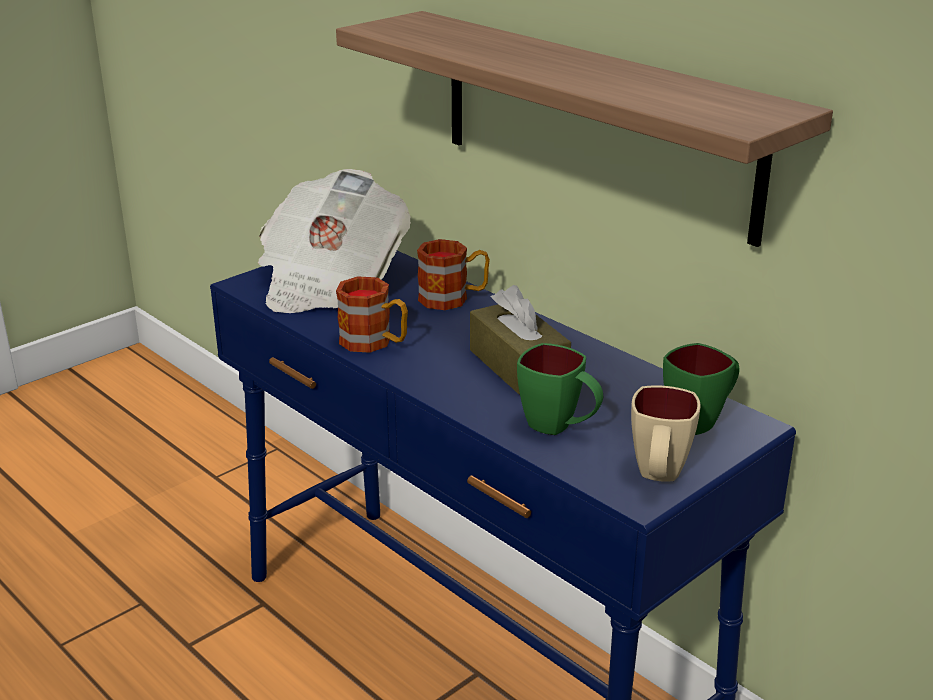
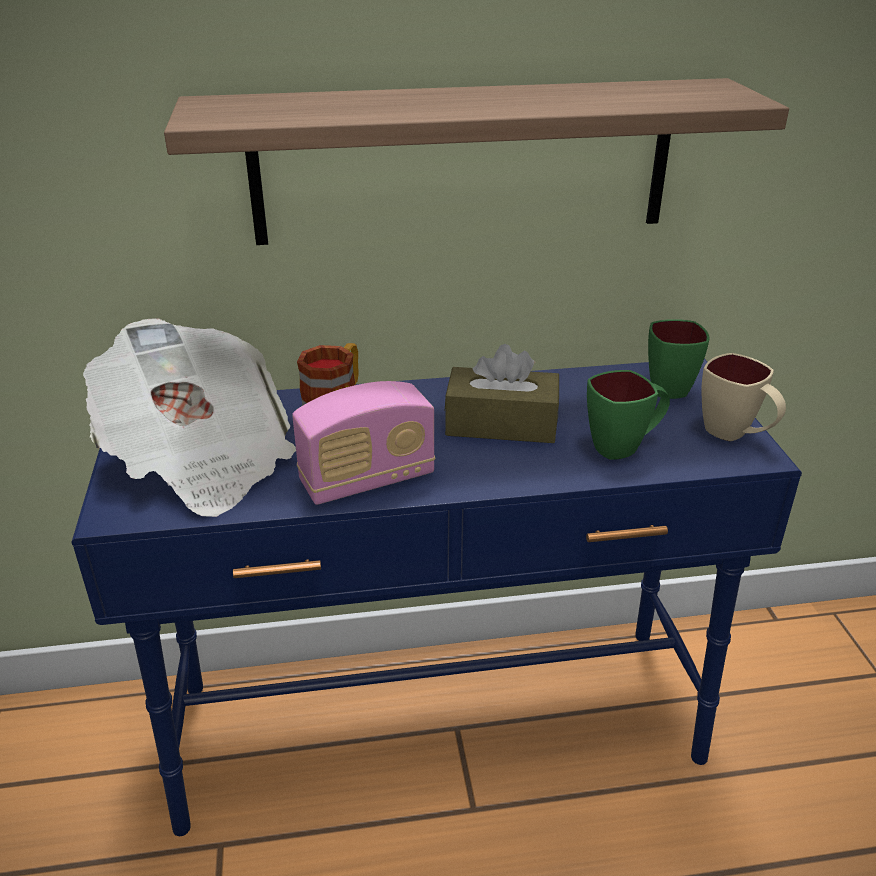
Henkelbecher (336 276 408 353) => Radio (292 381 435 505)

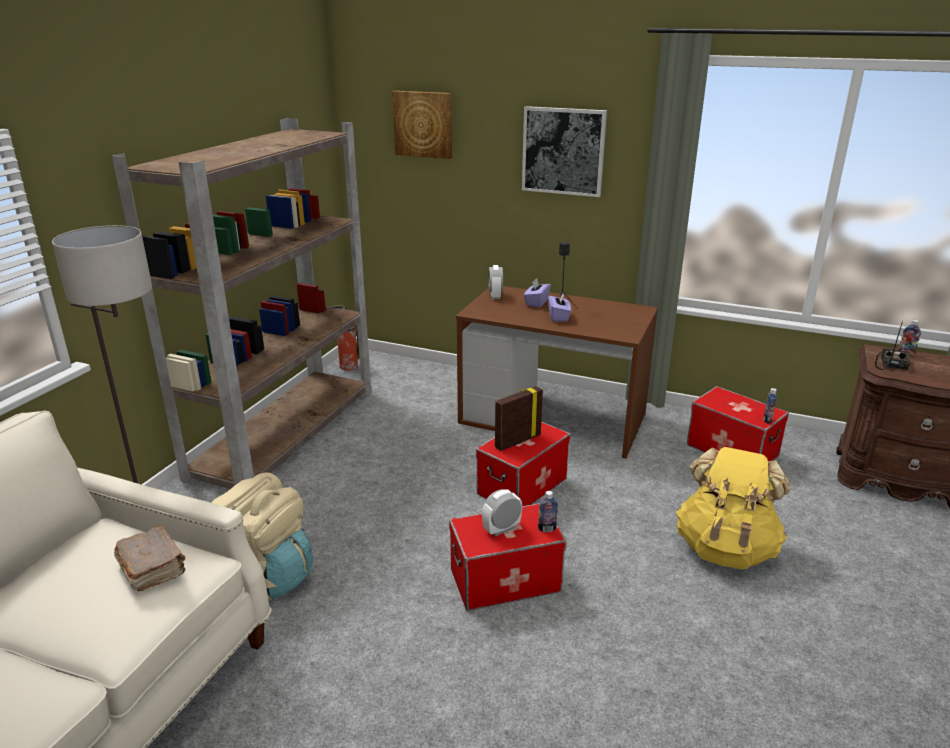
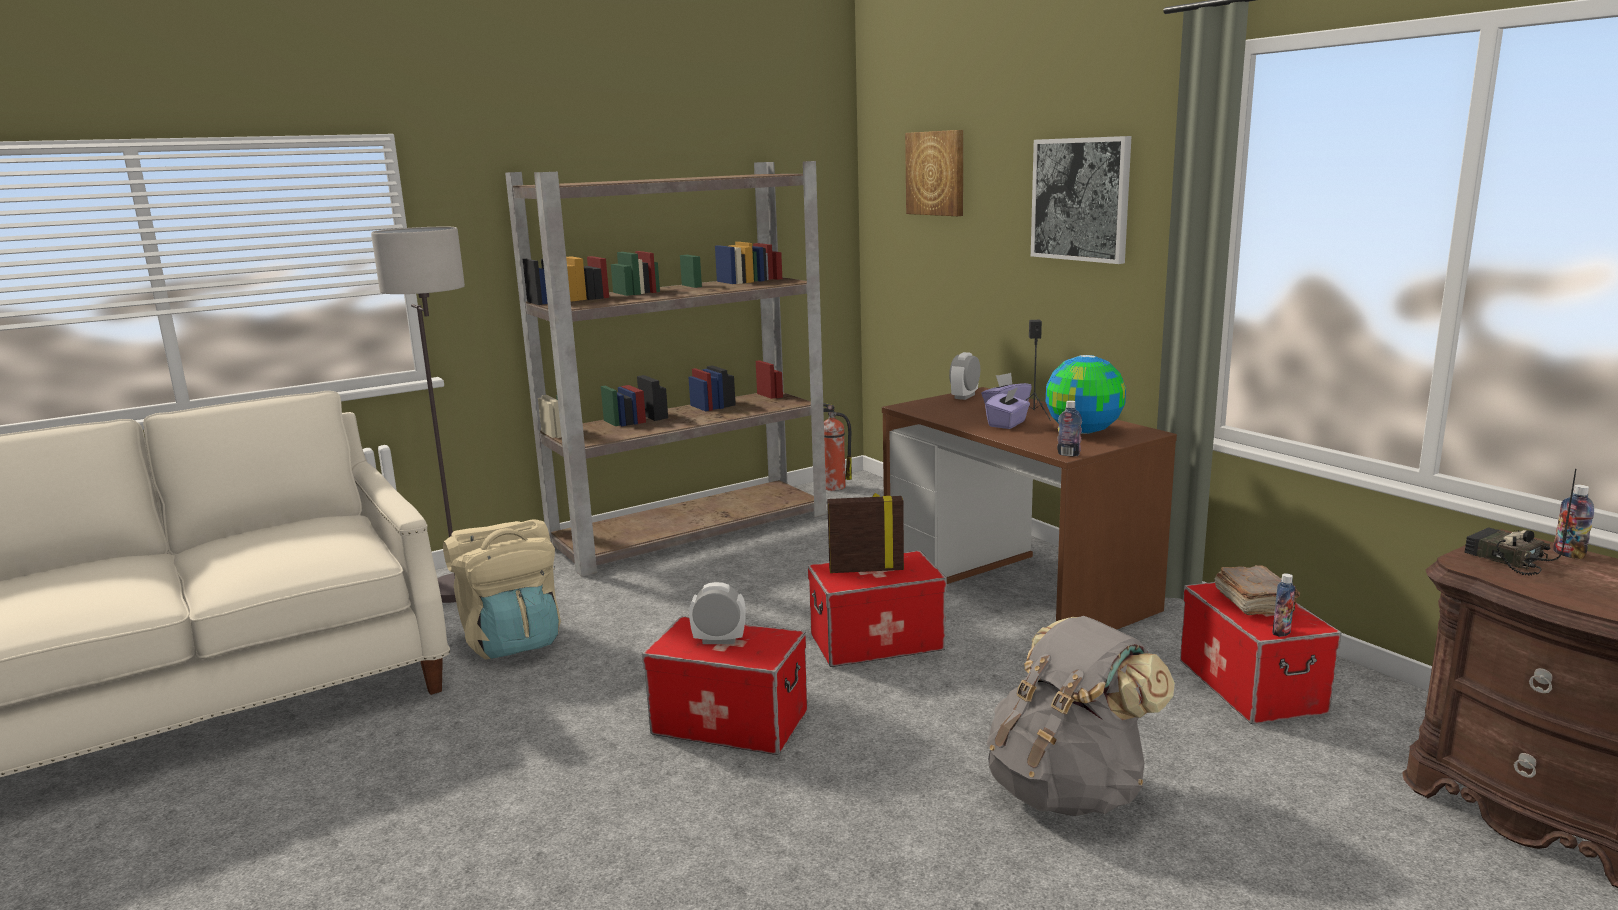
nothing => Globus (1046 355 1126 434)
Buch [braun] (114 526 186 591) => Buch [braun] (1214 565 1300 615), shifted
Flasche (538 491 558 532) => Flasche (1057 400 1082 456), shifted
Rucksack [gelb] (676 447 790 569) => Rucksack [grau] (987 616 1175 816)
Radio (875 320 911 371) => Radio (1465 469 1576 576), 90 degrees counterclockwise

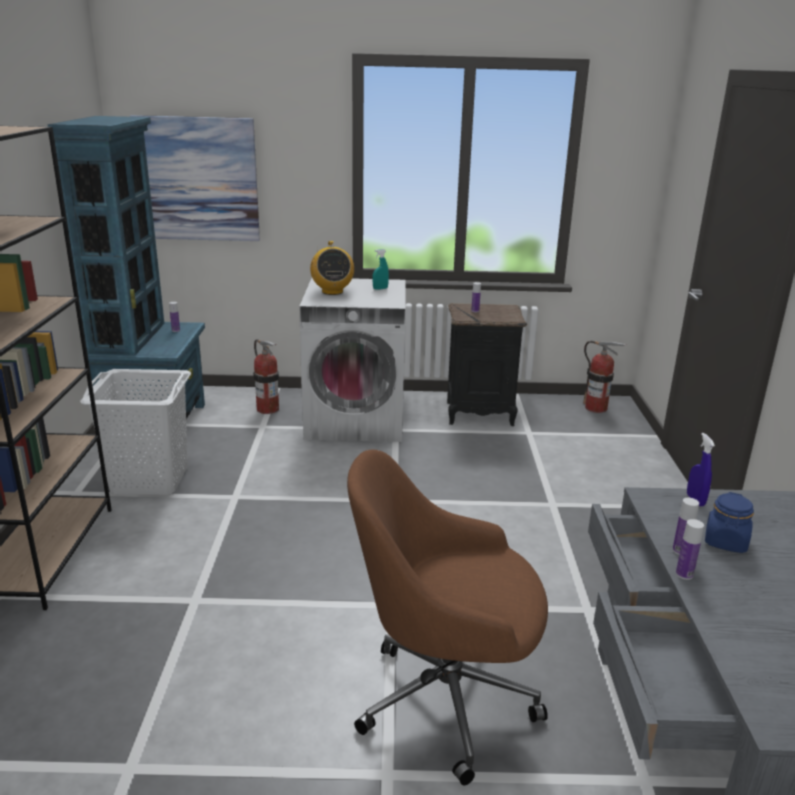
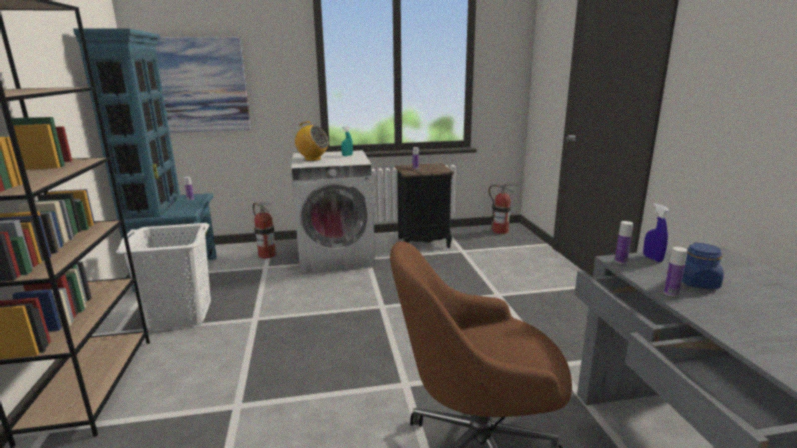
Flasche (676 519 704 580) => Flasche (615 221 633 264), shifted
Radio (310 241 354 295) => Radio (294 121 329 161), 45 degrees counterclockwise

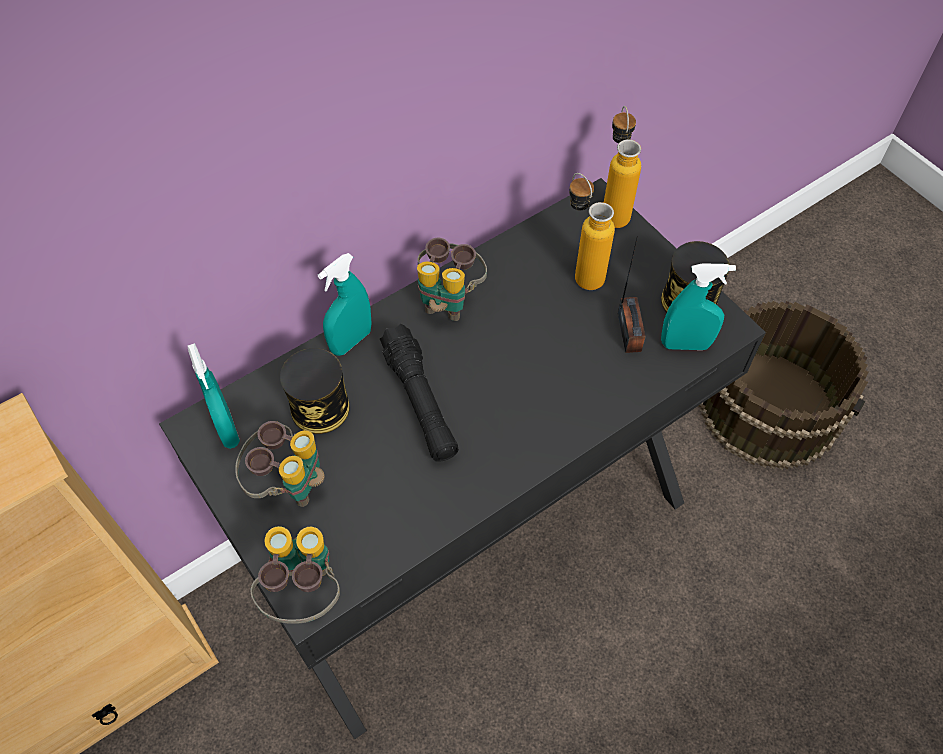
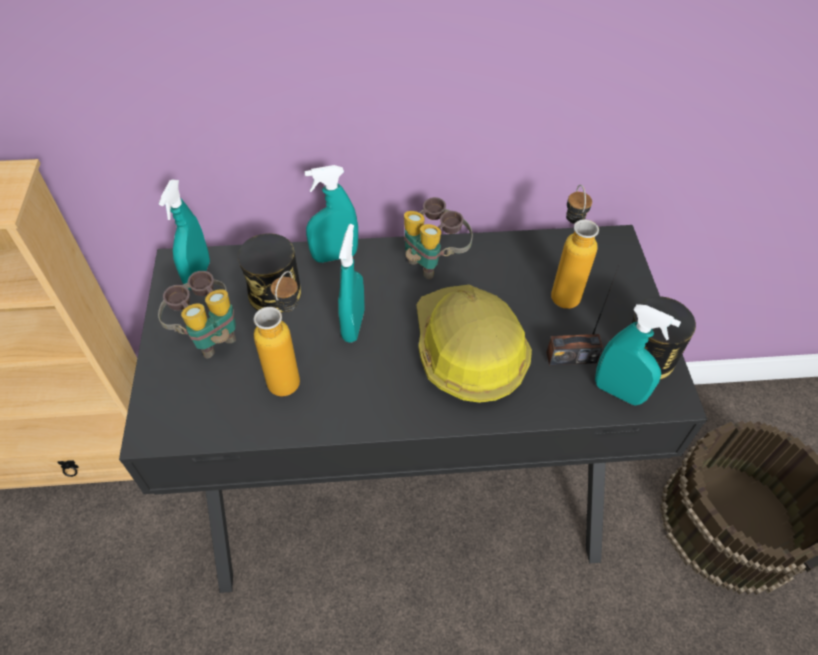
Fernglas (251 526 340 624) => nothing
nothing => Schutzhelm (416 285 532 403)
Flasche (604 106 641 228) => Flasche (254 271 300 396), shifted
Taschenlampe [schwarz] (380 324 459 462) => Sprühflasche [türkis] (338 224 364 343)
Radio (618 235 646 353) => Radio (546 266 619 365), 60 degrees clockwise

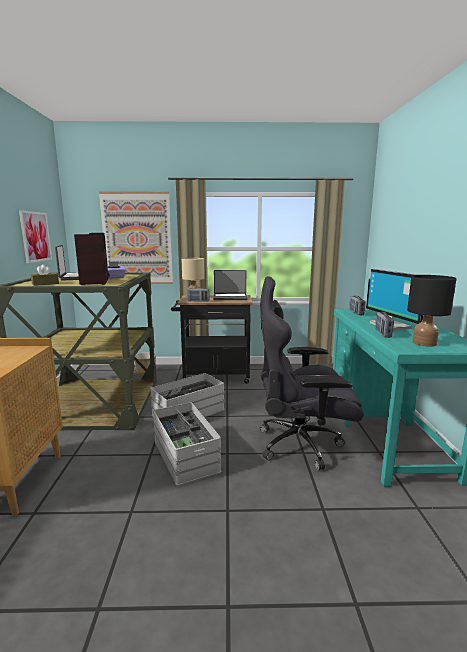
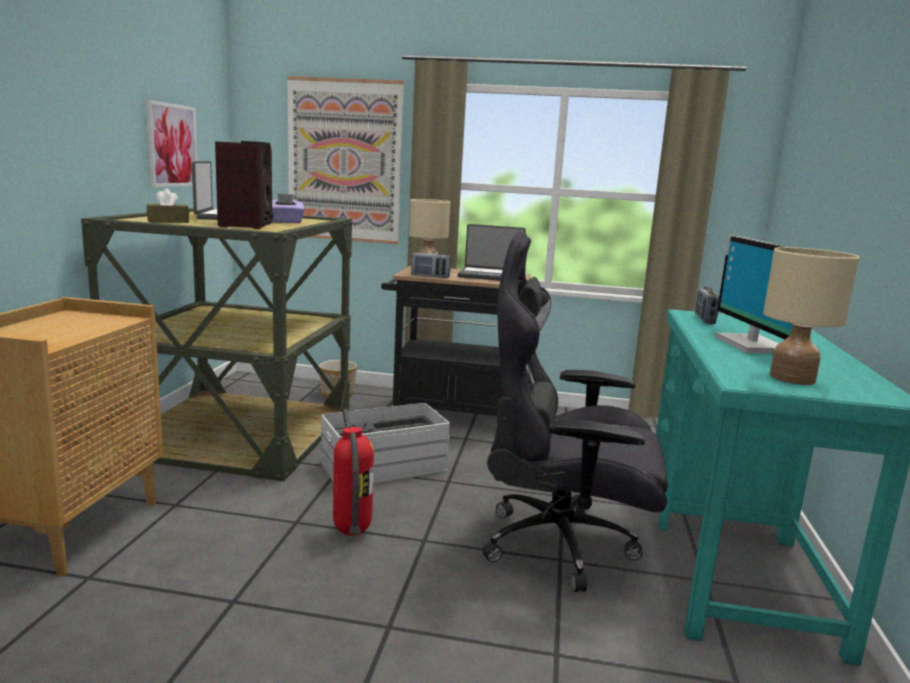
Radio (375 312 394 338) => nothing
Aufbewahrungsbox [grau] (153 402 221 486) => Feuerlöscher (333 409 374 536)
Tischlampe [schwarz] (407 275 457 347) => Tischlampe [beige] (763 247 859 385)

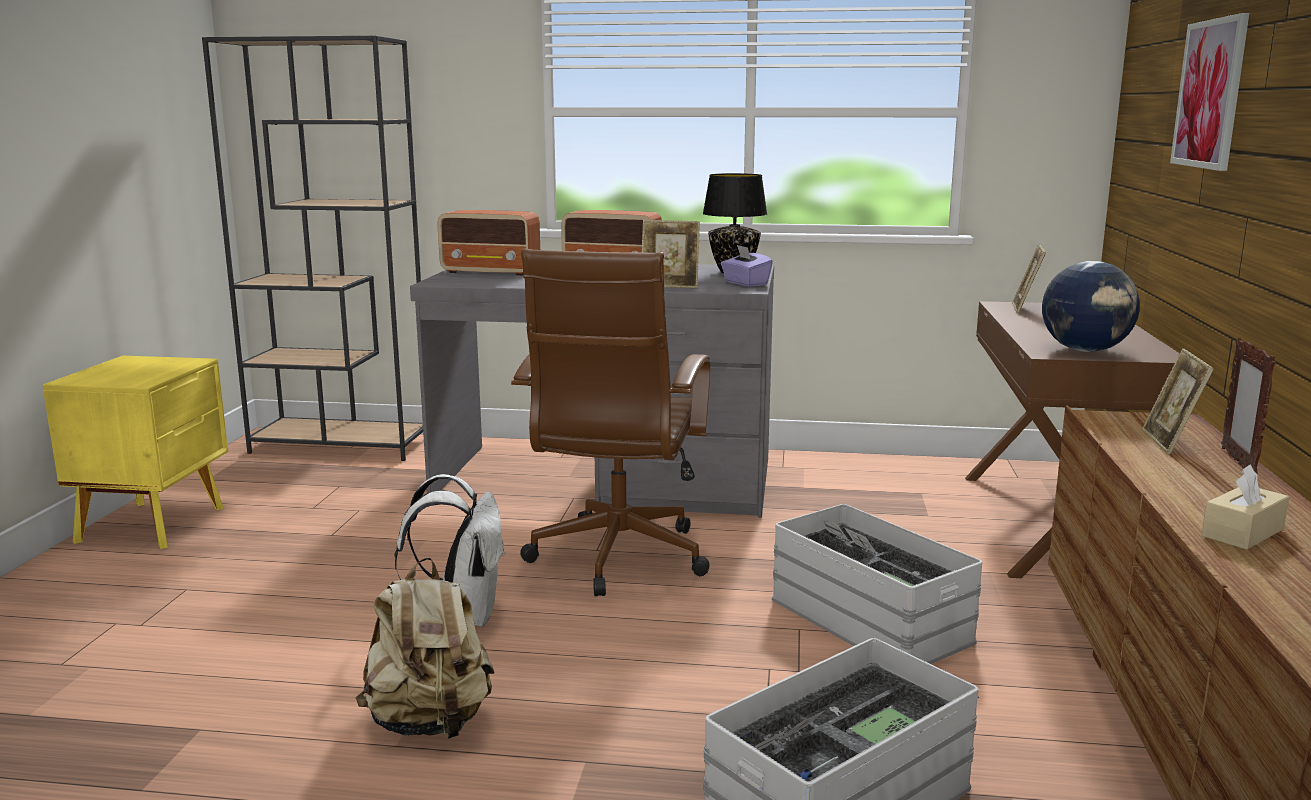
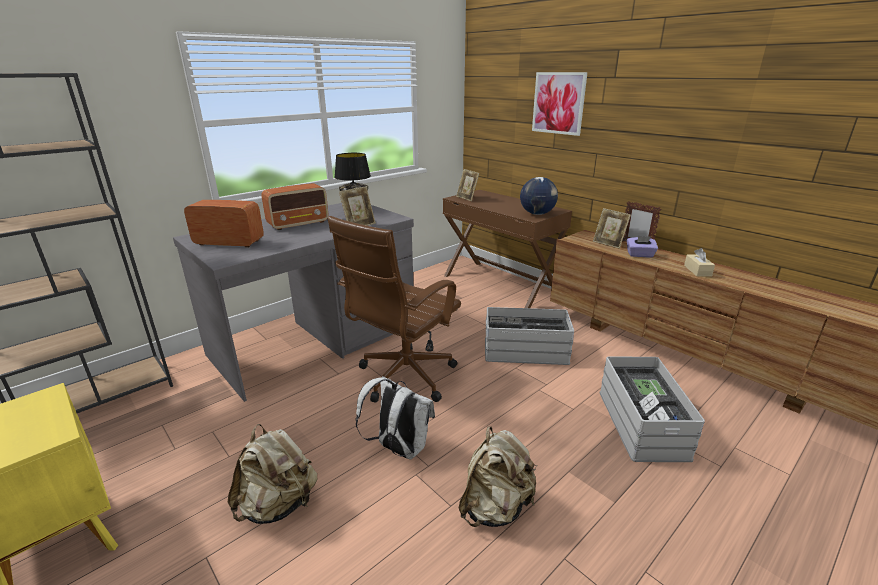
nothing => Rucksack [beige] (228 424 317 524)
Taschentuchbox [lila] (721 245 773 287) => Taschentuchbox [lila] (627 236 658 257), shifted
Radio (437 210 540 276) => Radio (184 200 263 247), 135 degrees counterclockwise
Bürostuhl [braun] (511 249 710 596) => Bürostuhl [braun] (328 216 461 403), 75 degrees clockwise

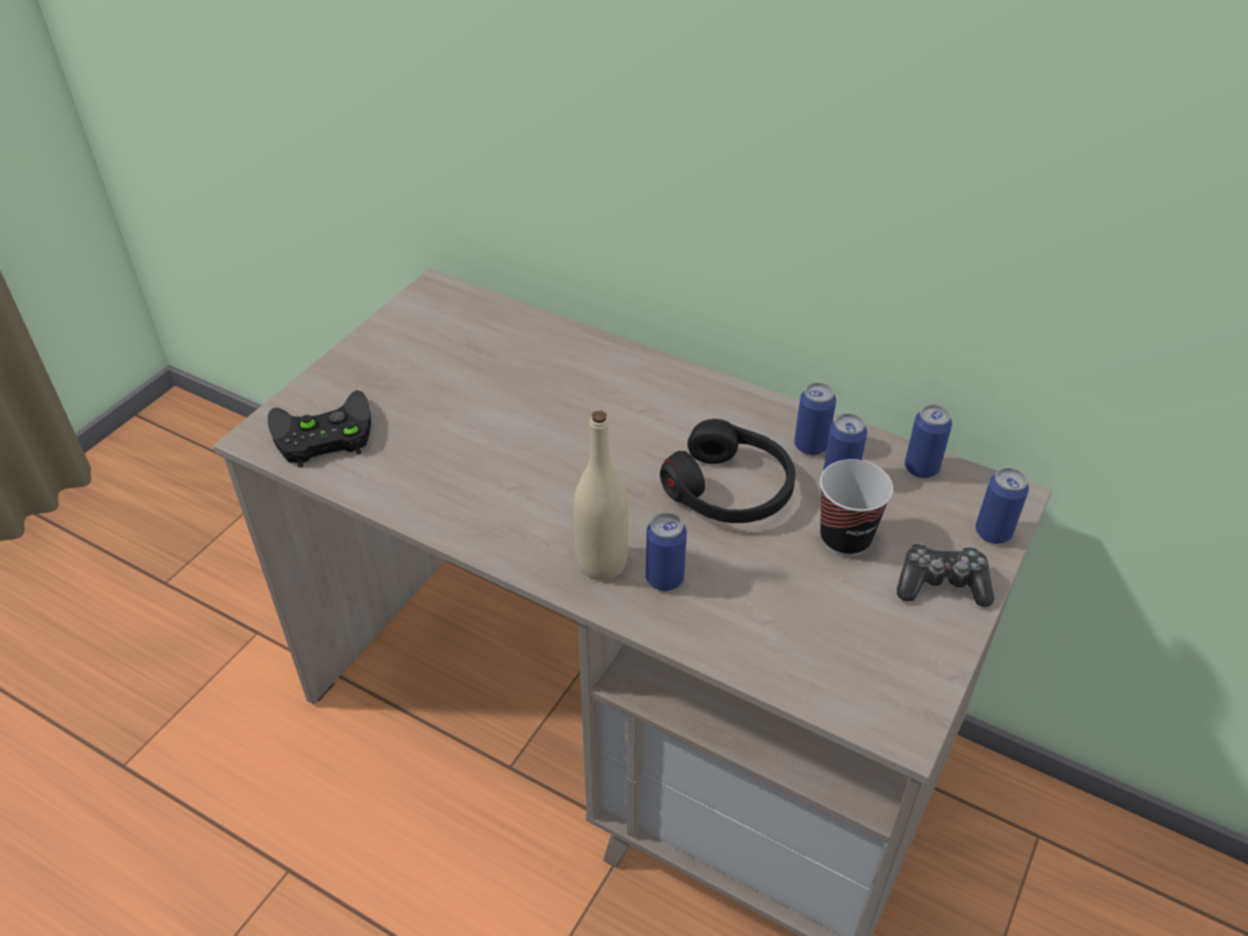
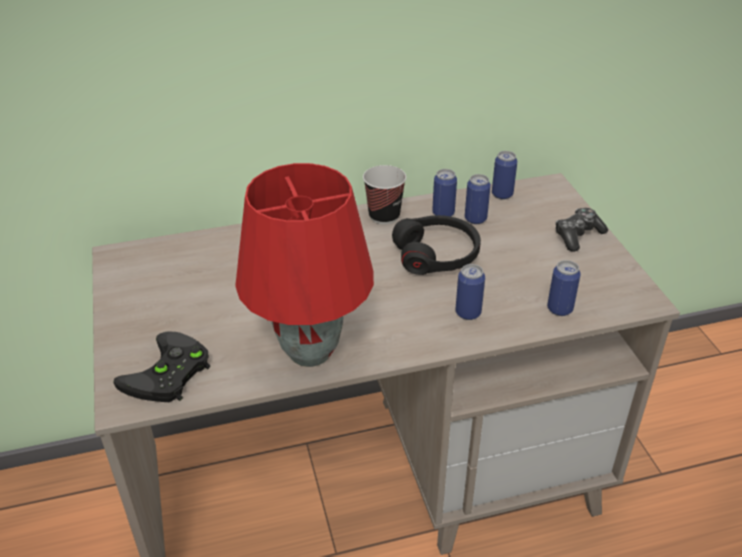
Flasche [beige] (574 411 629 580) => nothing
nothing => Tischlampe [rot] (235 163 374 367)
Tasse (820 459 893 556) => Tasse (363 165 406 225), shifted
Dose (975 467 1029 544) => Dose (547 260 581 316), shifted

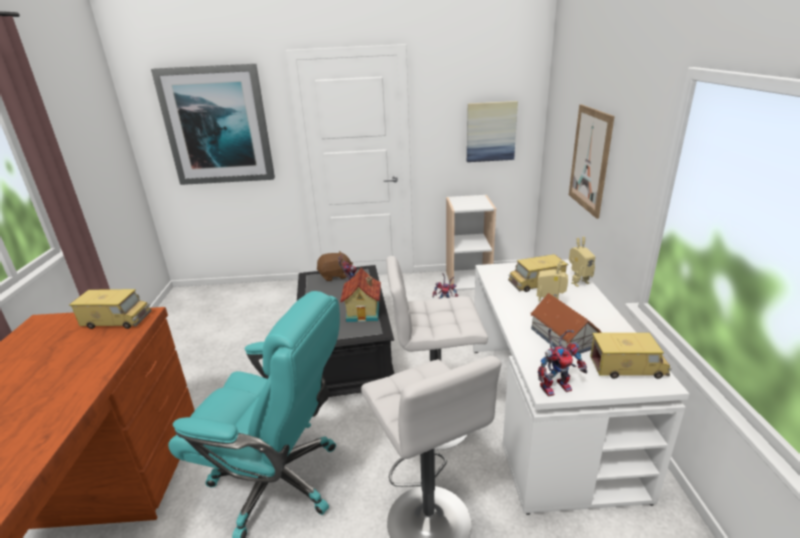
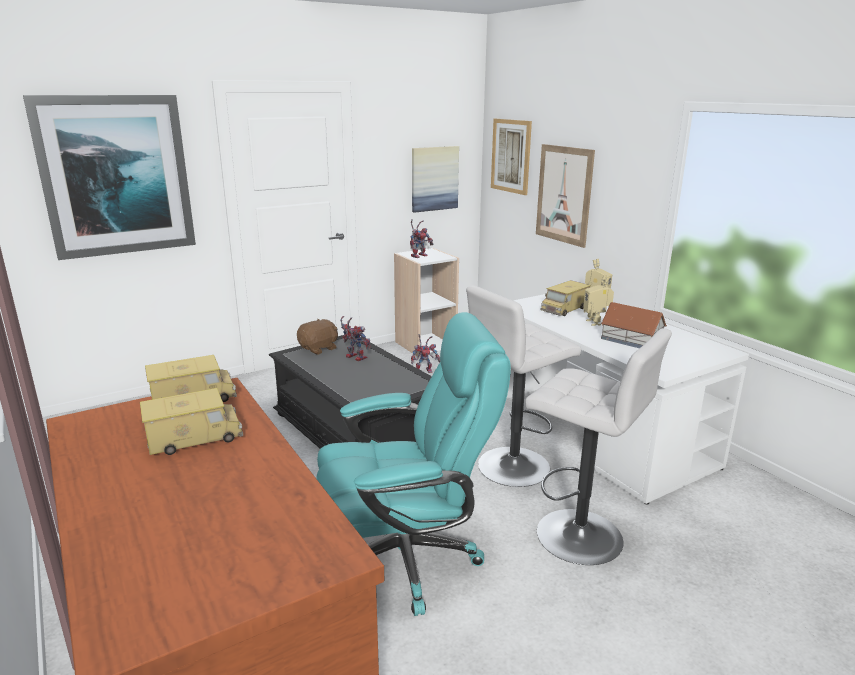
Spielzeughaus (340 268 381 322) => nothing
nothing => Bild (491 119 532 195)
Spielzeugroboter (538 328 587 397) => Spielzeugroboter (410 219 434 258), shifted
Spielzeuglaster (590 333 672 379) => Spielzeuglaster (140 388 243 455), shifted

